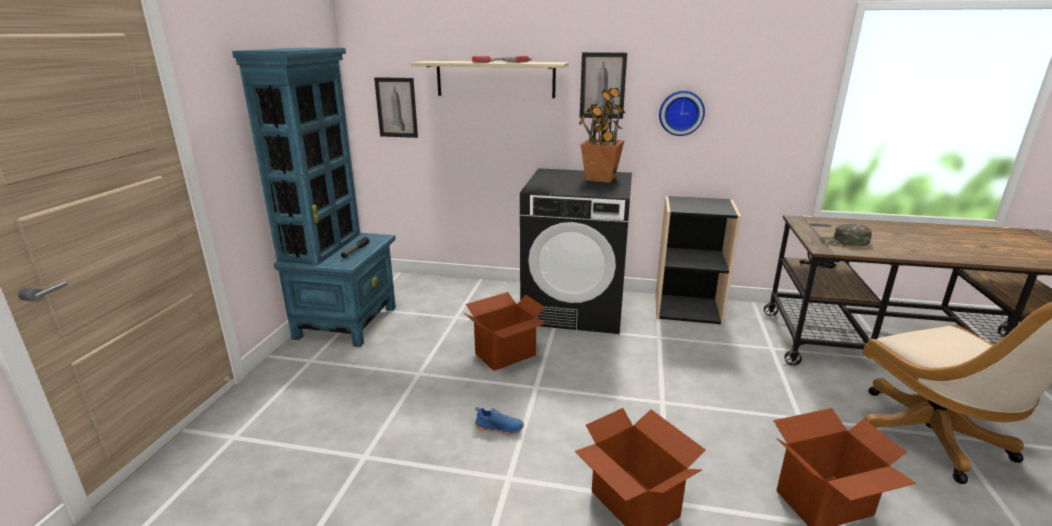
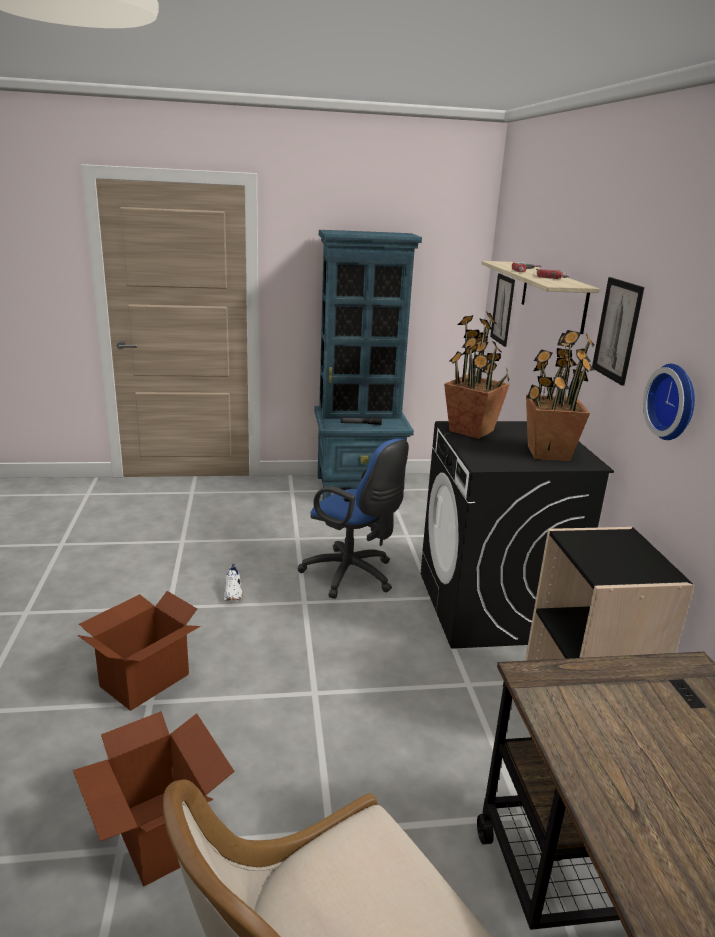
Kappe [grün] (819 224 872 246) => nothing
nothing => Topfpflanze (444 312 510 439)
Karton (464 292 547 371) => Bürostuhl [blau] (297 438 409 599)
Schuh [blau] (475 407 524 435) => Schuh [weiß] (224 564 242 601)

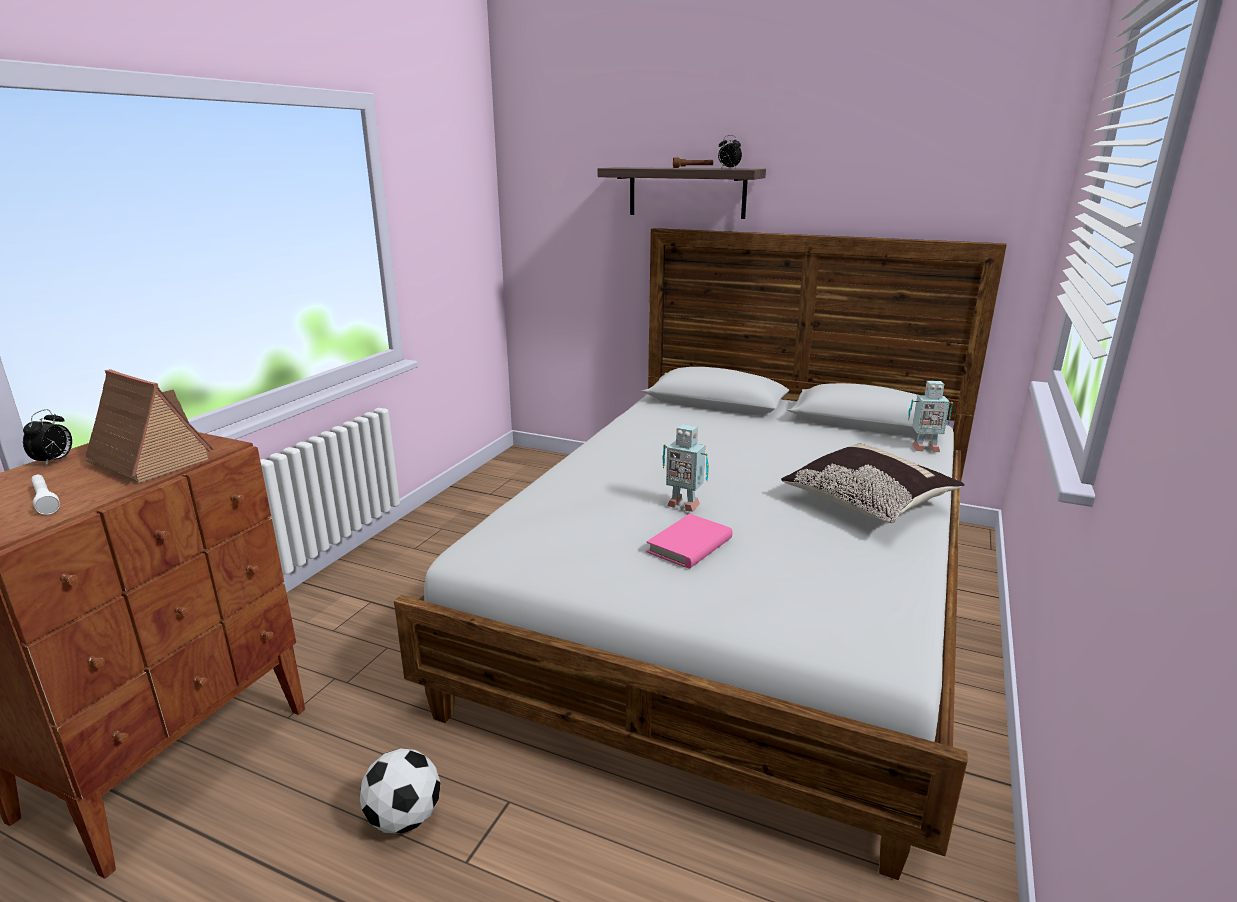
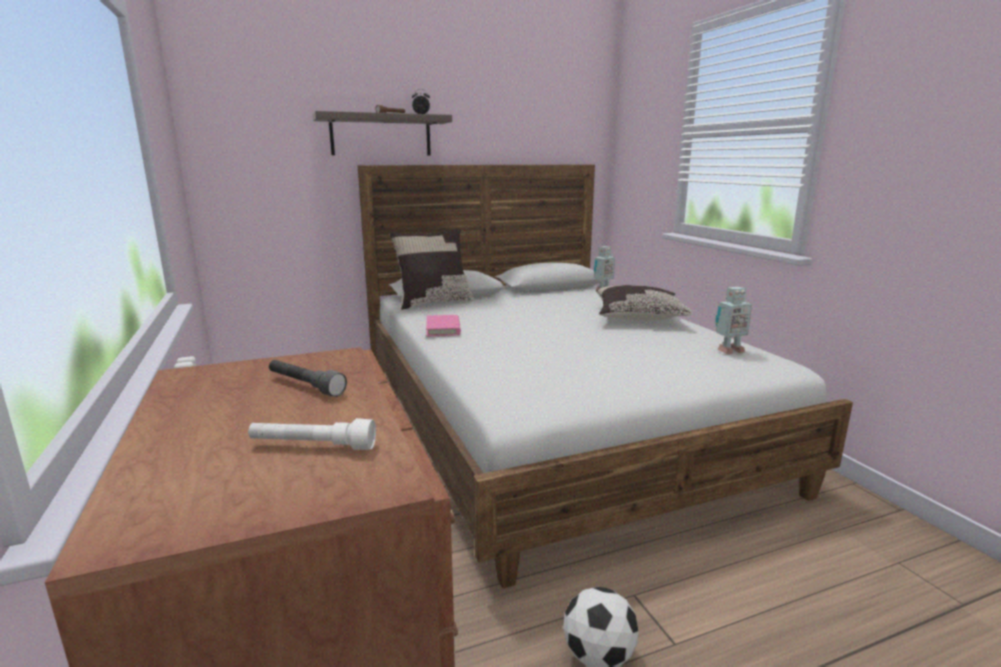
Wecker (23 409 72 466) => nothing
nothing => Kissen (389 228 474 310)
Buch [rosa] (646 514 733 569) => Buch [rosa] (426 315 461 336), shifted
Spielzeugroboter (663 424 709 512) => Spielzeugroboter (715 287 752 354), shifted
Spielzeughaus (85 369 214 484) => Taschenlampe [grau] (269 360 347 397)

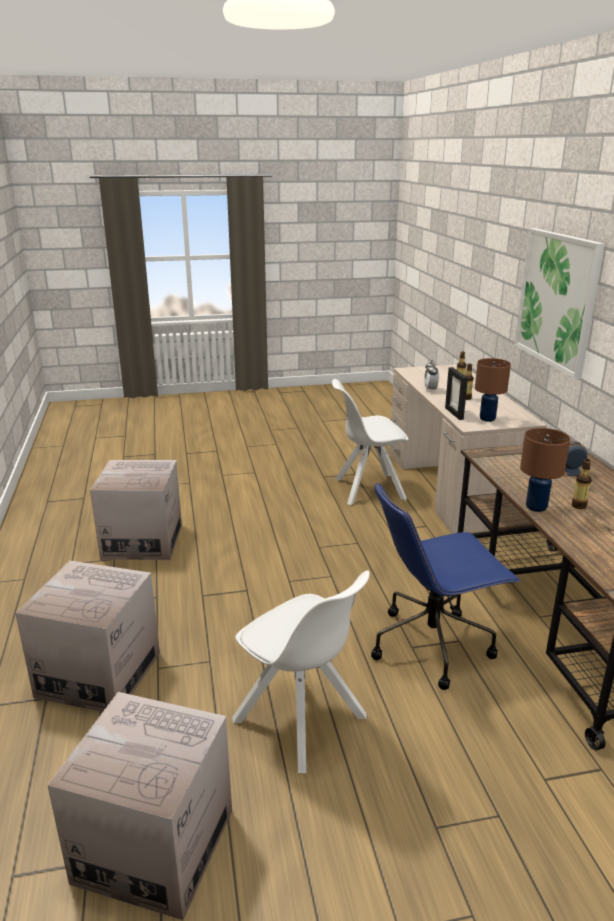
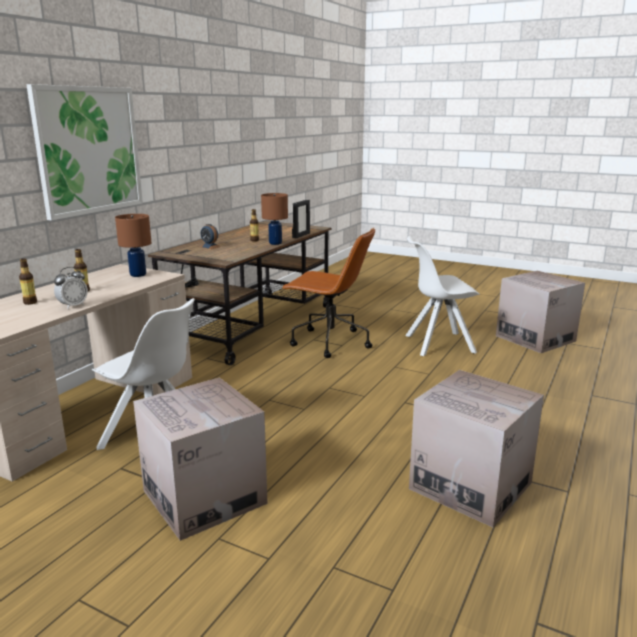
Karton (15 560 160 712) => Karton (133 377 268 541), shifted
Bilderrahmen (445 367 468 420) => Bilderrahmen (292 200 310 238), shifted
Bürostuhl [blau] (371 482 520 690) => Bürostuhl [braun] (281 228 375 358)
Stuhl [weiß] (232 570 370 773) => Stuhl [weiß] (405 236 480 356), 90 degrees counterclockwise

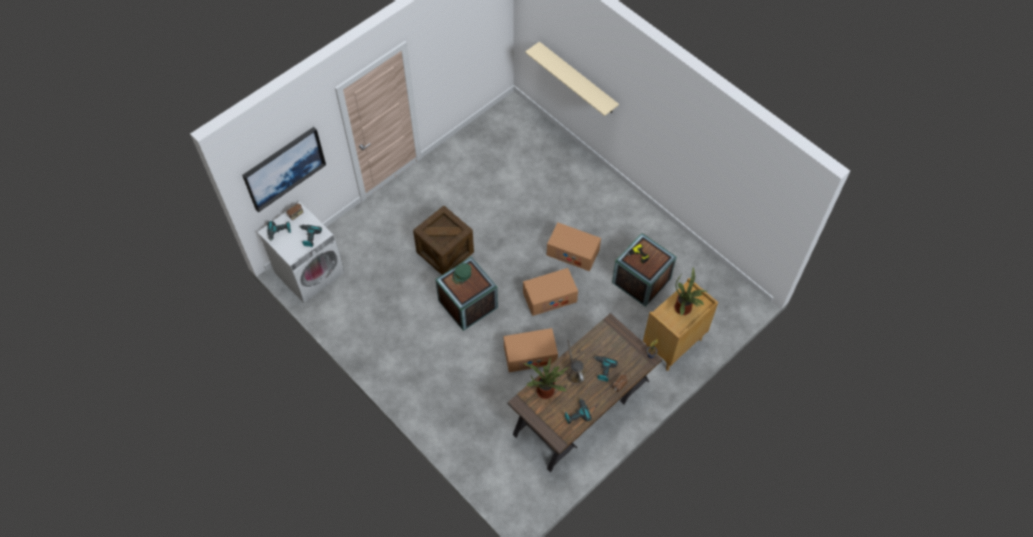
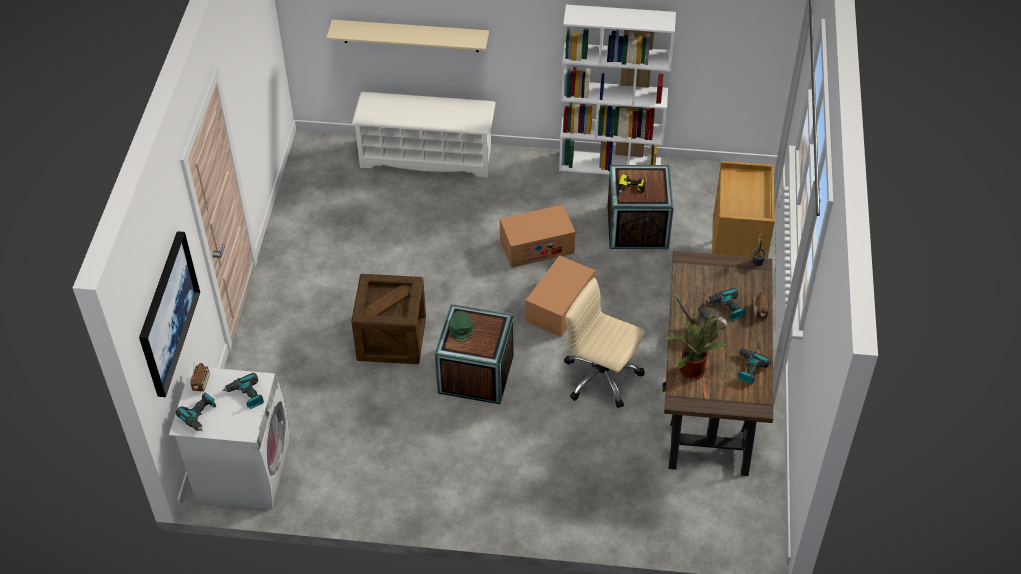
Topfpflanze (674 267 708 316) => nothing
nothing => Schuhregal [weiß] (352 92 496 178)
nothing => Bücherregal [weiß] (559 5 676 175)
Karton (504 328 558 372) => Bürostuhl [beige] (564 278 645 408)

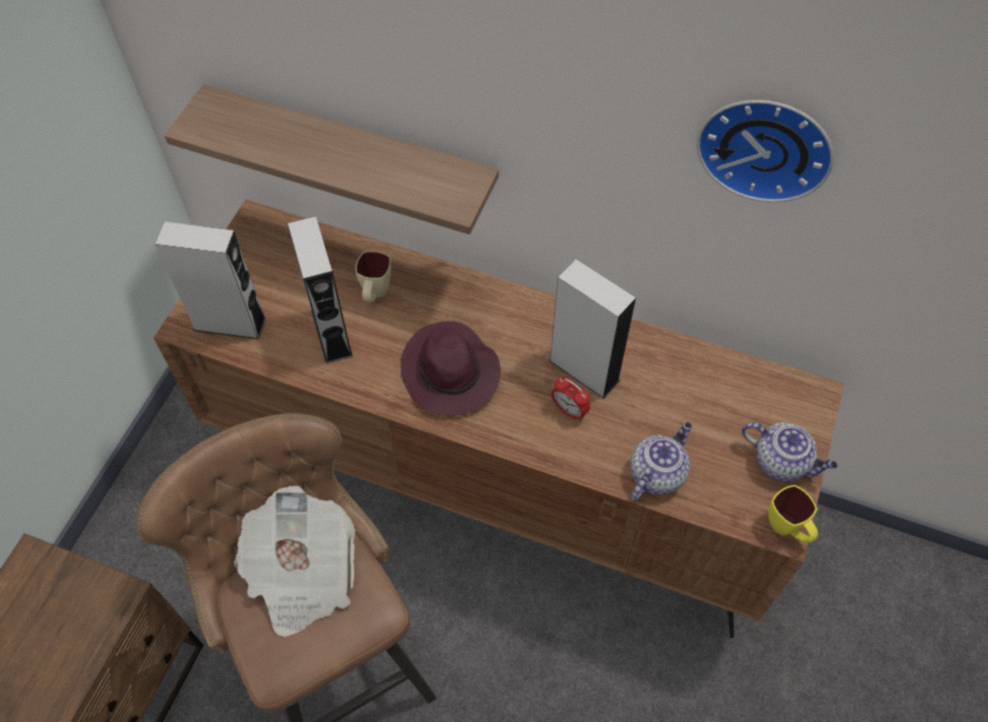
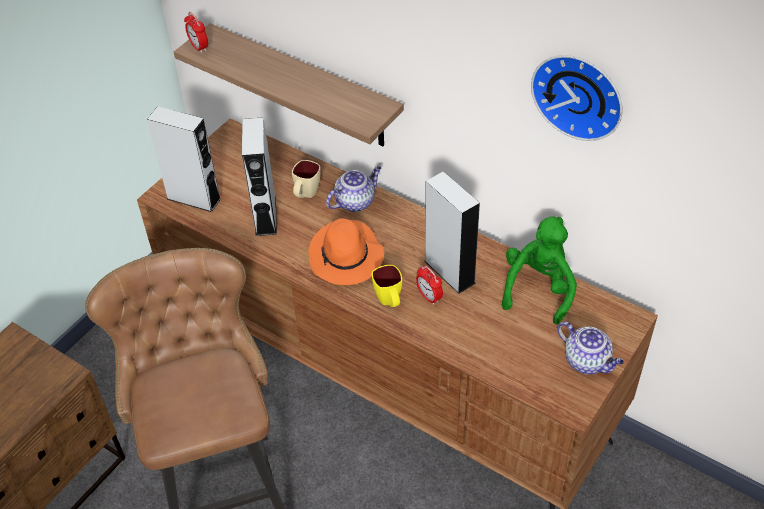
Zeitung (234 486 355 637) => nothing
nothing => Wecker (184 12 208 53)
nothing => Plüschtier [grün] (502 217 577 325)
Teekanne (630 422 692 500) => Teekanne (326 166 381 212), shifted
Henkelbecher [gelb] (768 485 818 543) => Henkelbecher [gelb] (372 265 402 307), shifted
Hut [lila] (401 321 501 416) => Hut [orange] (308 218 384 286)

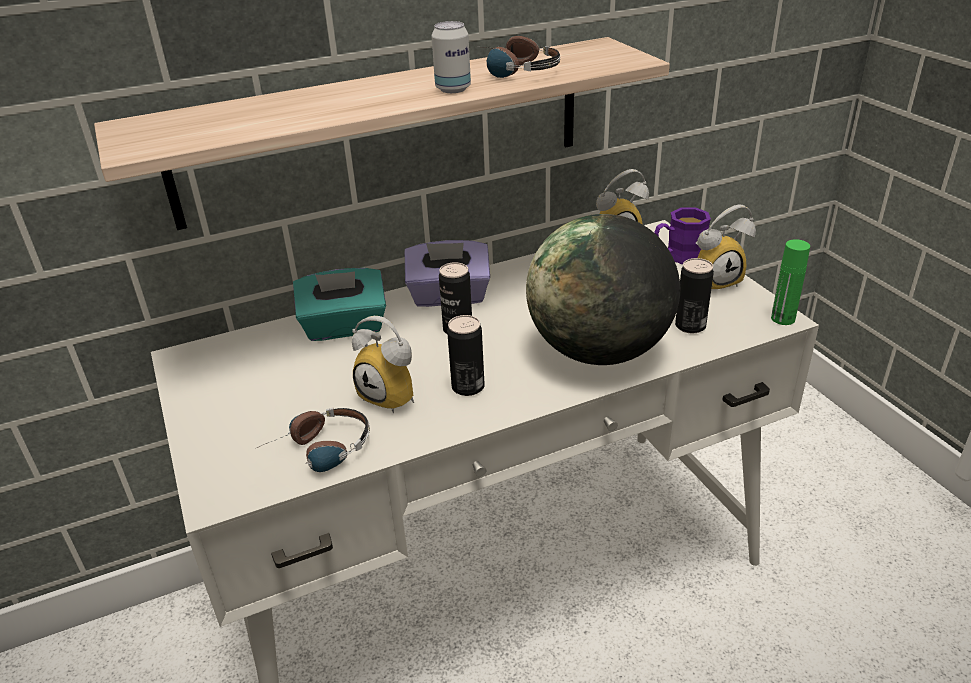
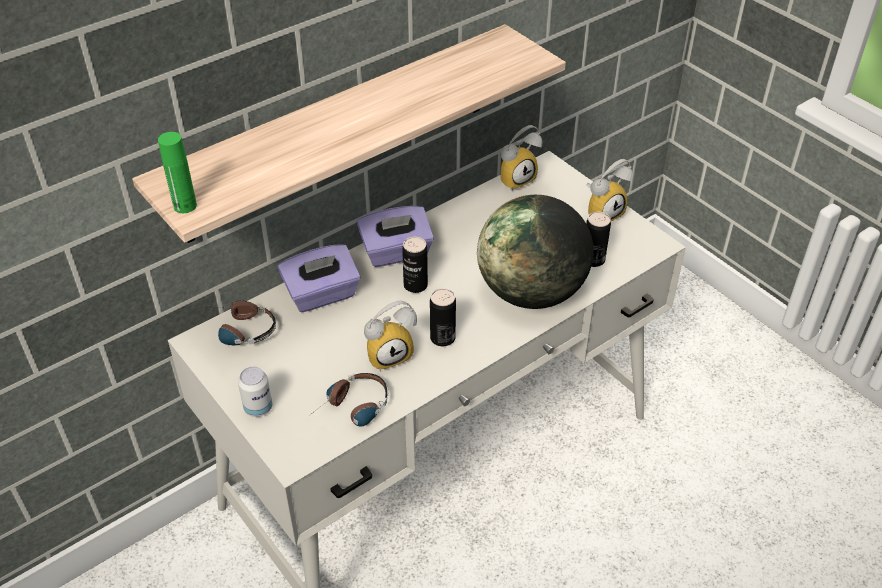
Henkelbecher [lila] (654 208 711 264) => nothing
Dose (432 21 471 93) => Dose (238 367 272 417), shifted
Kopfhörer (486 36 560 78) => Kopfhörer (214 300 276 345), shifted
Flasche [grün] (771 239 810 325) => Flasche [grün] (158 132 197 213), shifted
Taschentuchbox [türkis] (293 268 386 341) => Taschentuchbox [lila] (278 244 361 312)
Wecker (352 316 414 413) => Wecker (364 301 417 371), 45 degrees counterclockwise

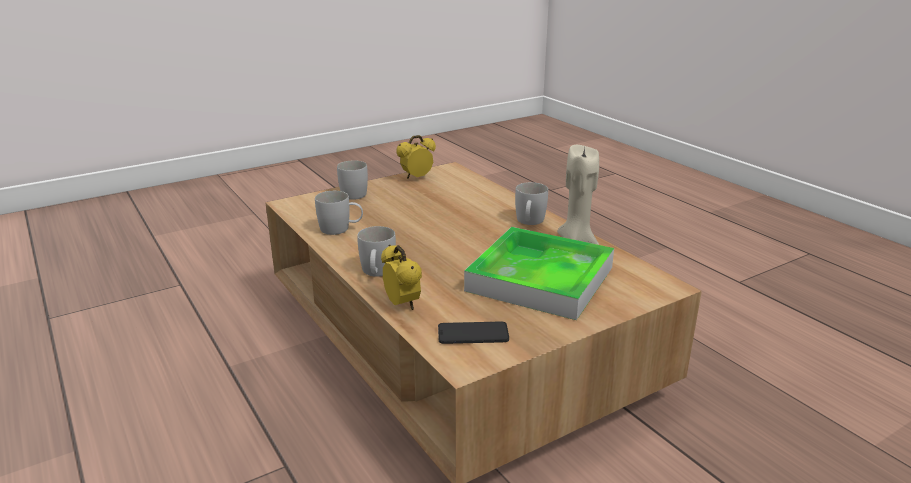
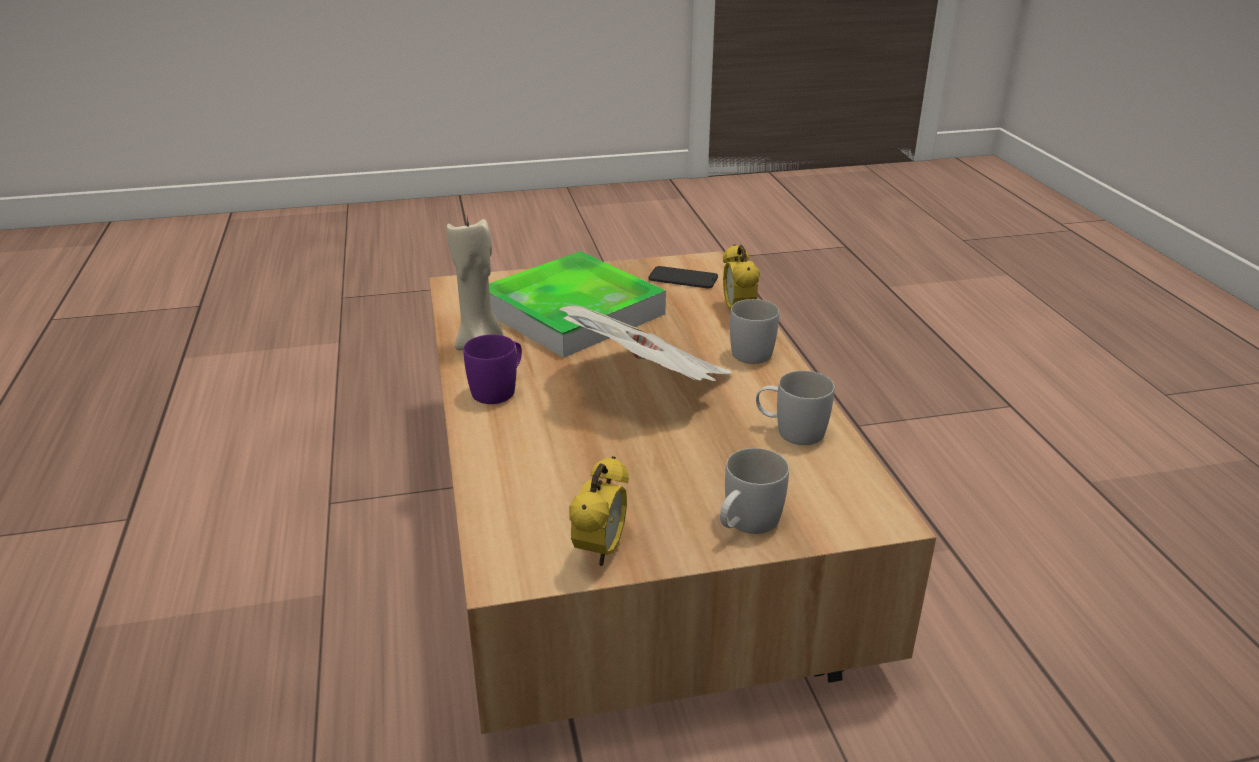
nothing => Zeitung (559 305 732 381)
Henkelbecher [weiß] (515 182 548 225) => Henkelbecher [lila] (463 335 522 404)
Wecker (397 135 436 179) => Wecker (569 456 629 566), 60 degrees counterclockwise

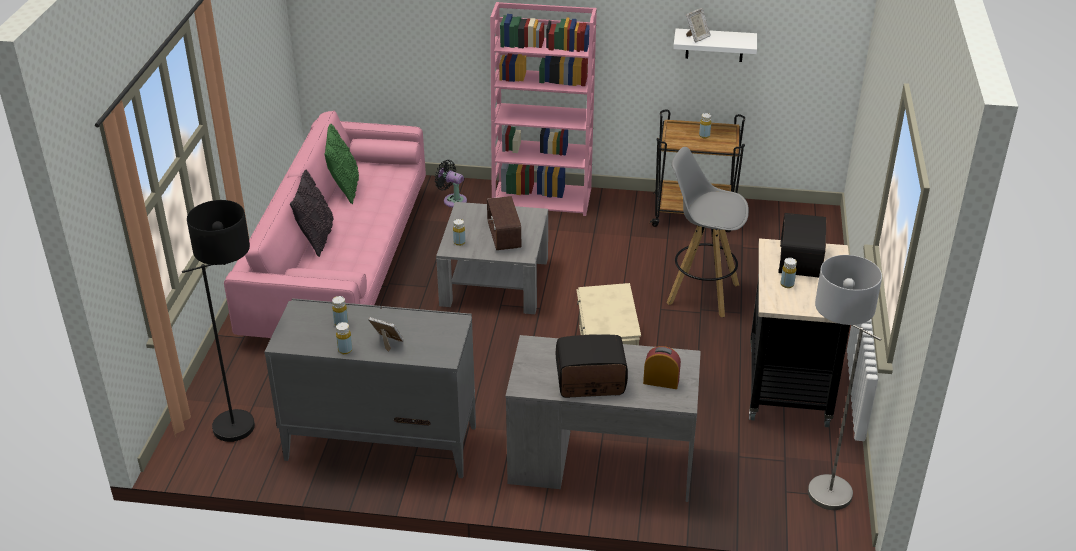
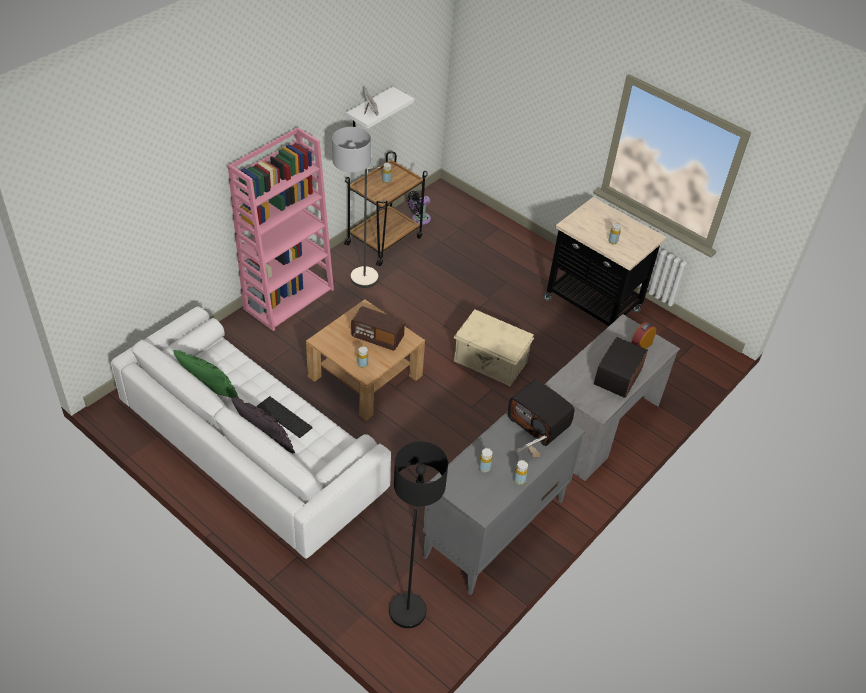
Hocker [grau] (667 147 749 317) => nothing
nothing => Tastatur (257 396 313 438)
Ventilator [schwarz] (435 160 467 207) => Ventilator [schwarz] (408 191 431 225), shifted
Radio (778 213 826 277) => Radio (508 379 574 446), shifted
Stehlampe [grau] (808 255 882 510) => Stehlampe [grau] (332 127 380 288), shifted
Sofa [rosa] (224 111 426 338) => Sofa [weiß] (111 307 391 559)
Couchtisch [grau] (436 202 548 314) => Couchtisch [braun] (306 299 425 421)

